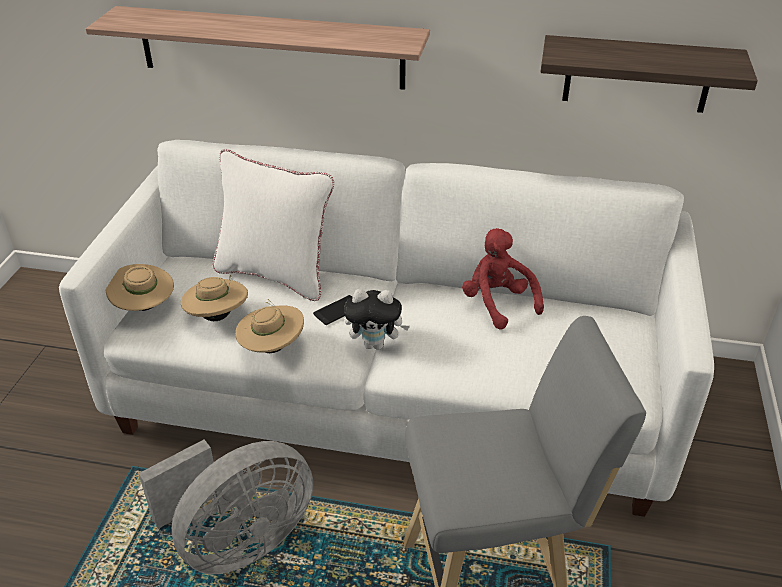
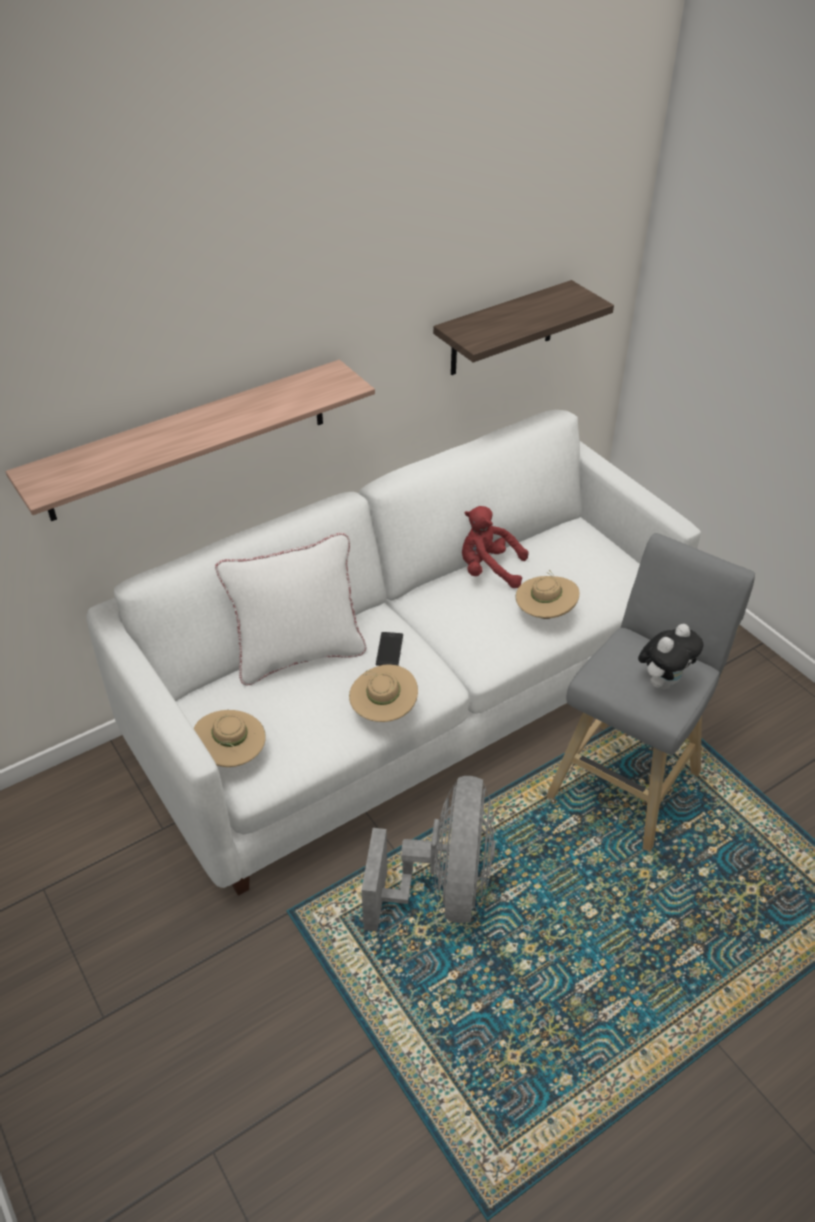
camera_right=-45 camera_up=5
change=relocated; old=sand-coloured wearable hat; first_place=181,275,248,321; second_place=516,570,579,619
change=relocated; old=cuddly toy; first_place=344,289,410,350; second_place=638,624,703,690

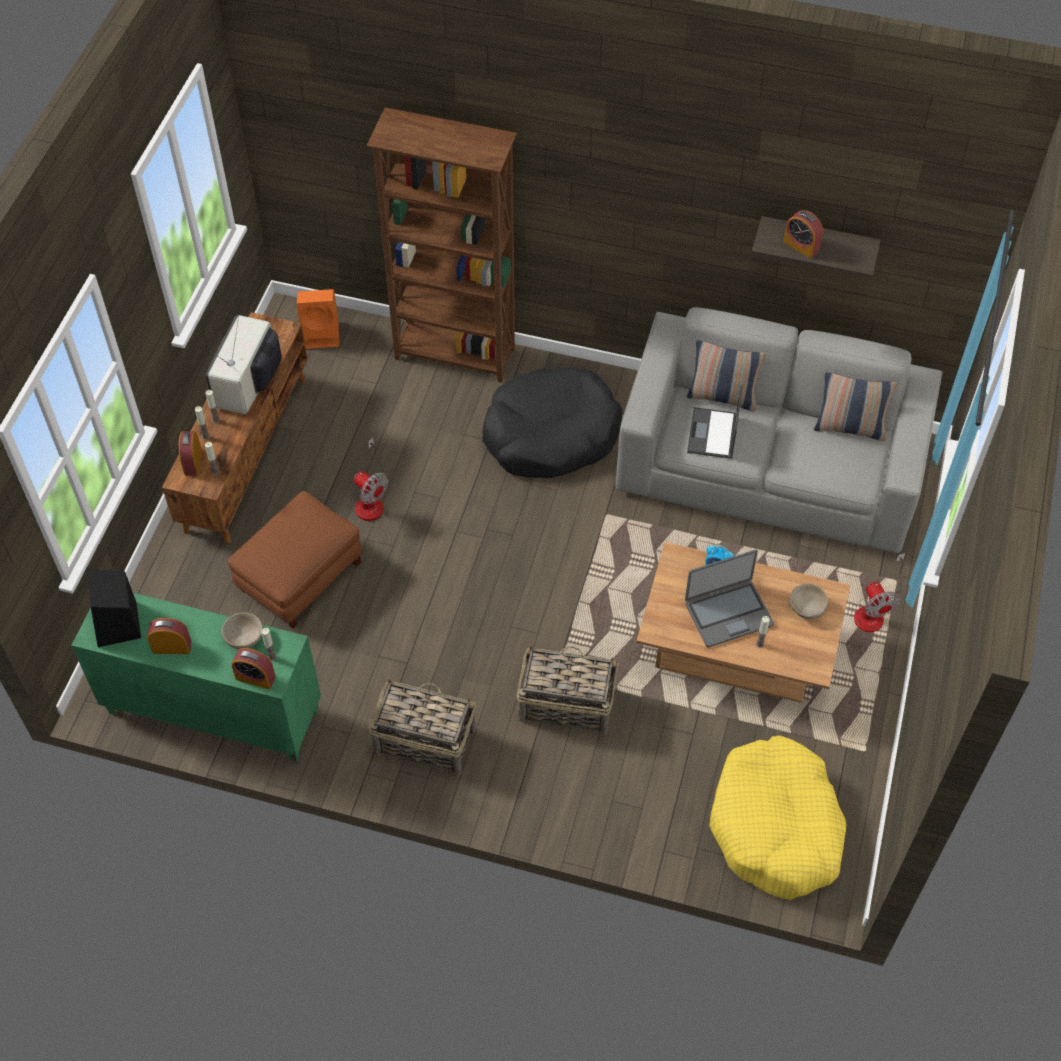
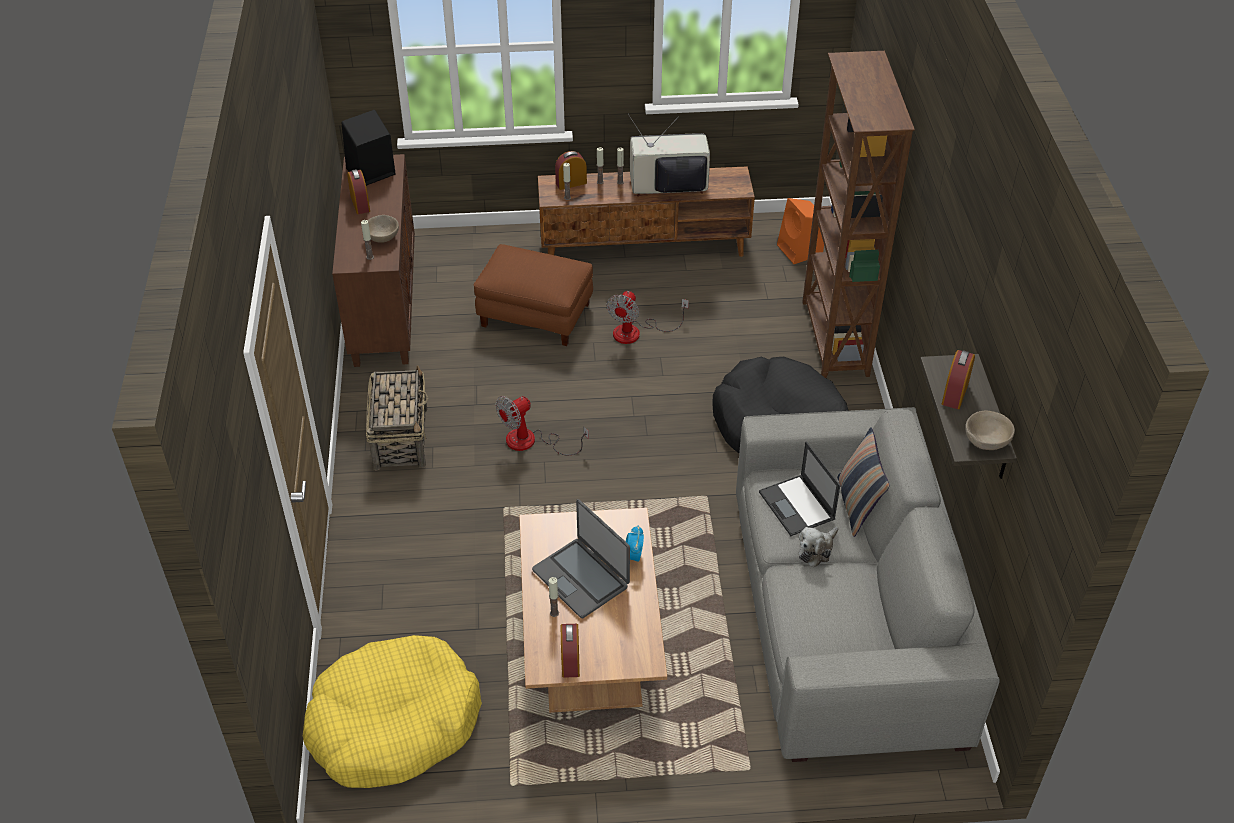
camera_right=70 camera_up=-10
change=colour; old=greenish cupboard; new=brownish cupboard; first_place=71,593,321,762; second_place=332,154,415,367
change=relocated; old=alarm clock; first_place=232,648,276,689; second_place=561,624,580,678
change=missing; old=household basket; first_place=517,645,618,735
change=spun; old=laptop; first_place=687,385,742,459; second_place=759,442,840,536; degrees=-105
change=relocated; old=sand-coloured serving bowl; first_place=790,584,828,619; second_place=965,411,1015,450
change=missing; old=throw pillow; first_place=814,372,897,441
change=relocated; old=cooling fan; first_place=854,553,905,632; second_place=496,396,589,456
change=appeared; new=cuddly toy; second_place=798,527,839,567

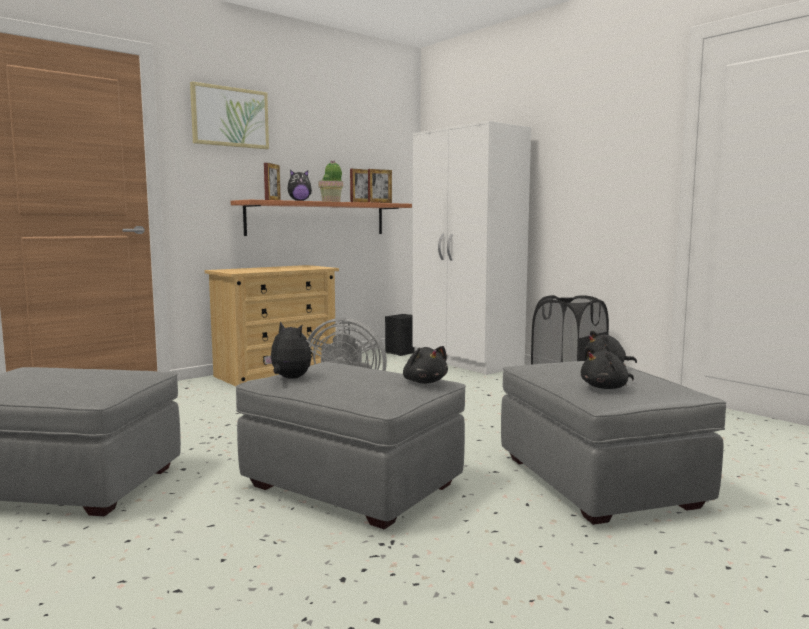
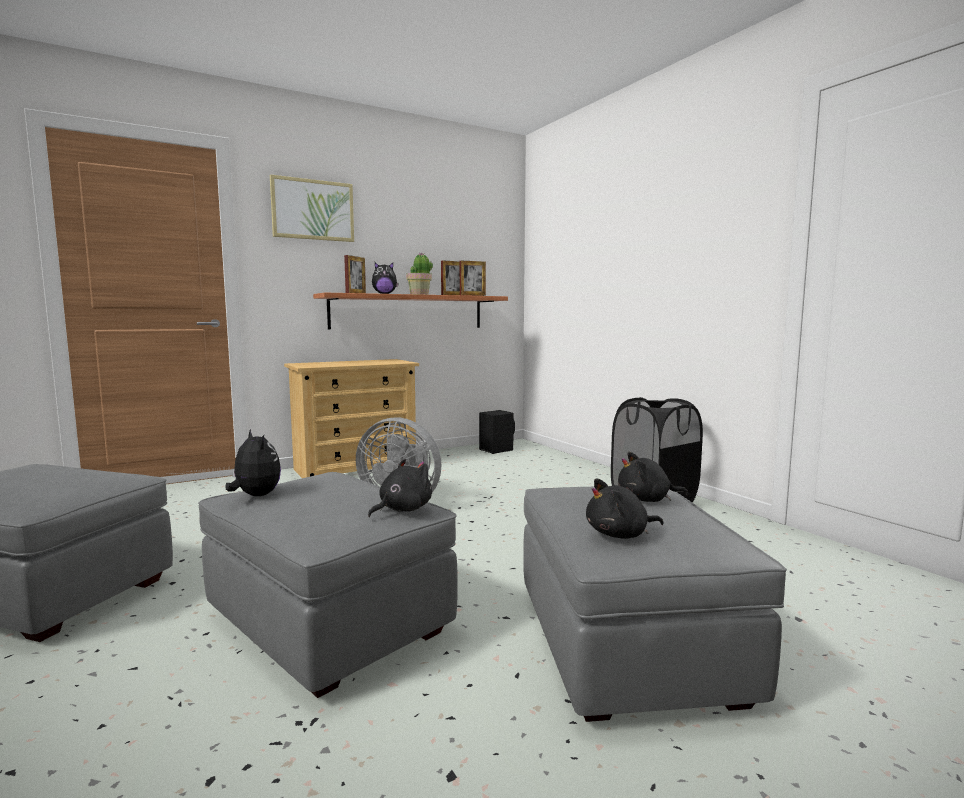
camera_right=10 camera_up=0
change=spun; old=blackish cuddly toy; first_place=403,346,448,384; second_place=368,459,432,517; degrees=-120
change=missing; old=whitish armoire; first_place=413,121,531,375

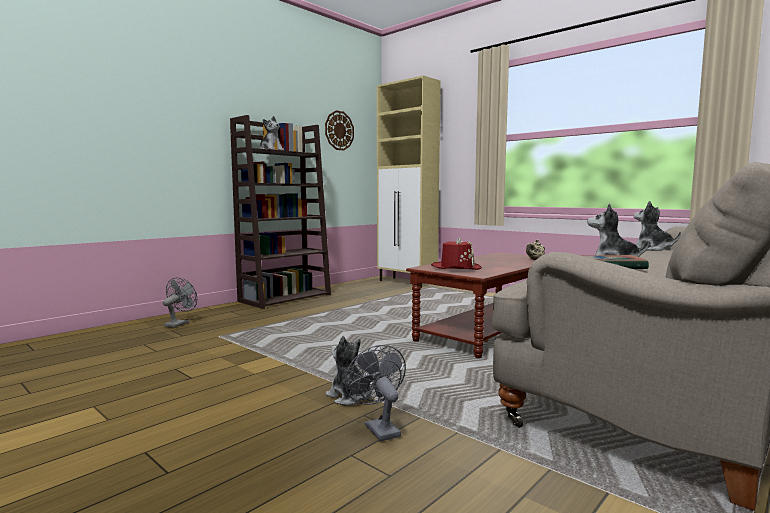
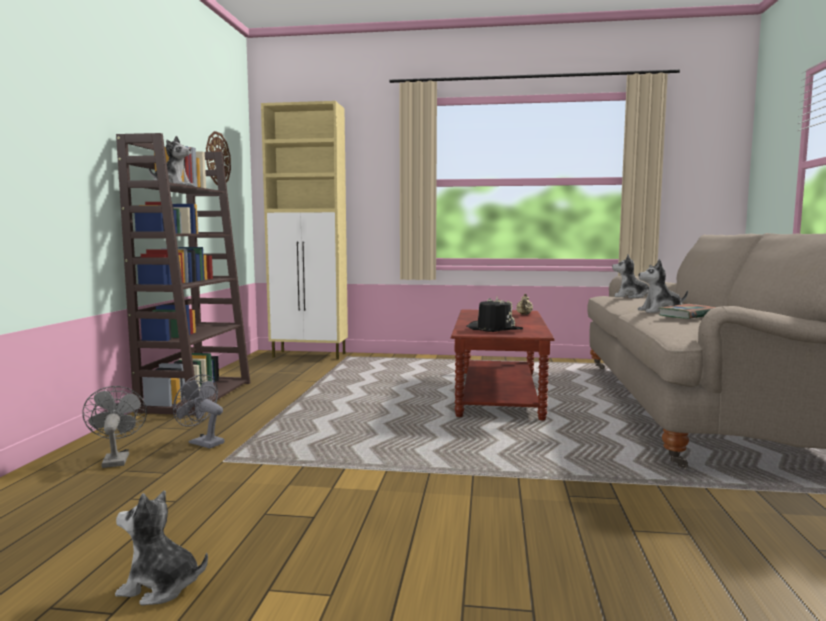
camera_right=-35 camera_up=0
change=relocated; old=cuddly toy; first_place=326,336,373,406; second_place=115,490,208,606
change=relocated; old=gray cooling fan; first_place=345,345,406,441; second_place=173,374,224,448
change=colour; old=red wearable hat; new=blackish wearable hat; first_place=431,237,482,270; second_place=466,297,523,332

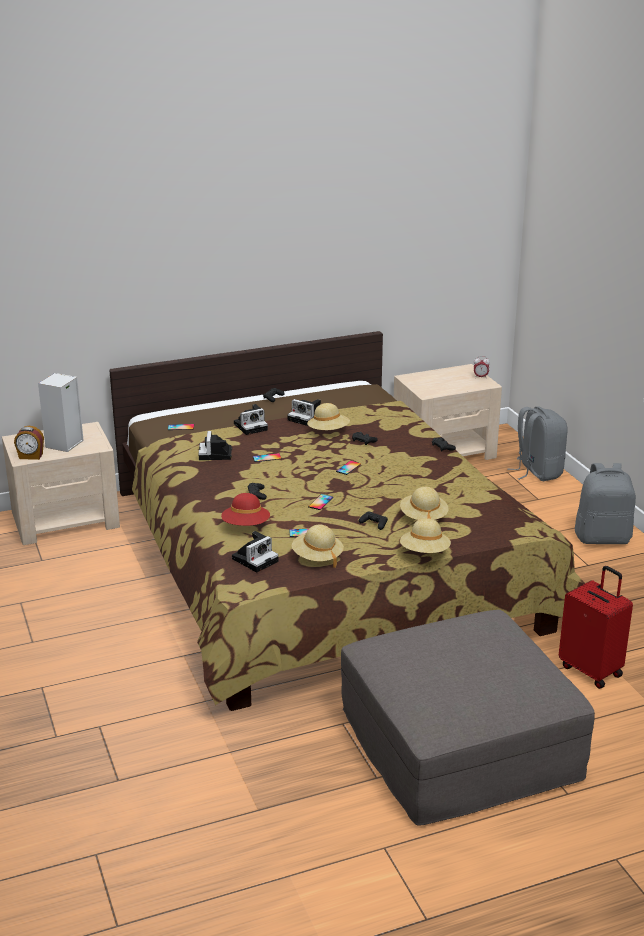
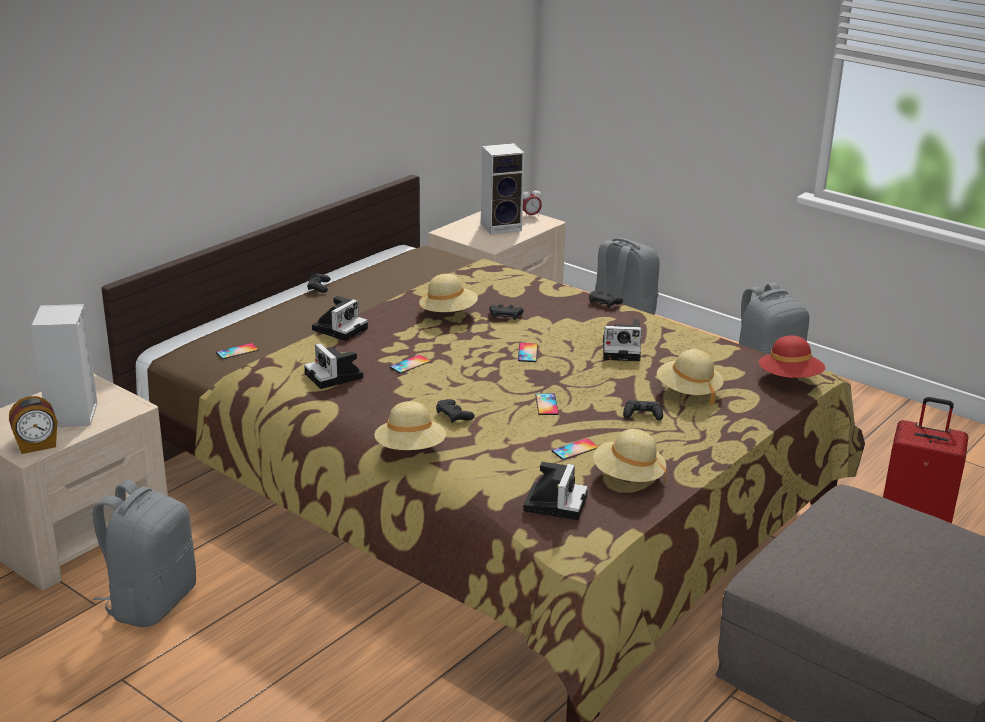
camera_right=-30 camera_up=0
change=relocated; old=red wearable hat; first_place=221,493,270,526; second_place=759,335,825,378
change=relocated; old=still camera; first_place=287,399,321,426; second_place=603,319,642,361
change=relocated; old=sand-coloured wearable hat; first_place=400,518,451,553; second_place=374,401,446,450
change=appeared; new=gray backpack; second_place=93,480,196,627
change=appeared; new=loudspeaker; second_place=481,143,524,235

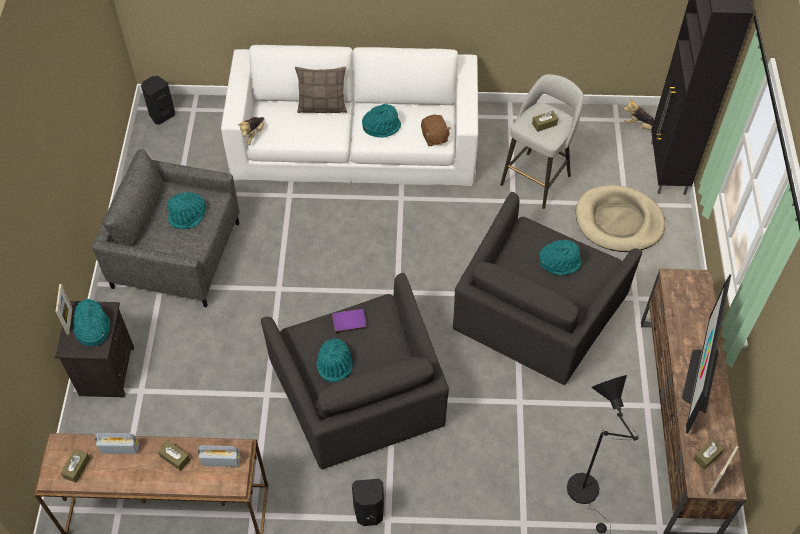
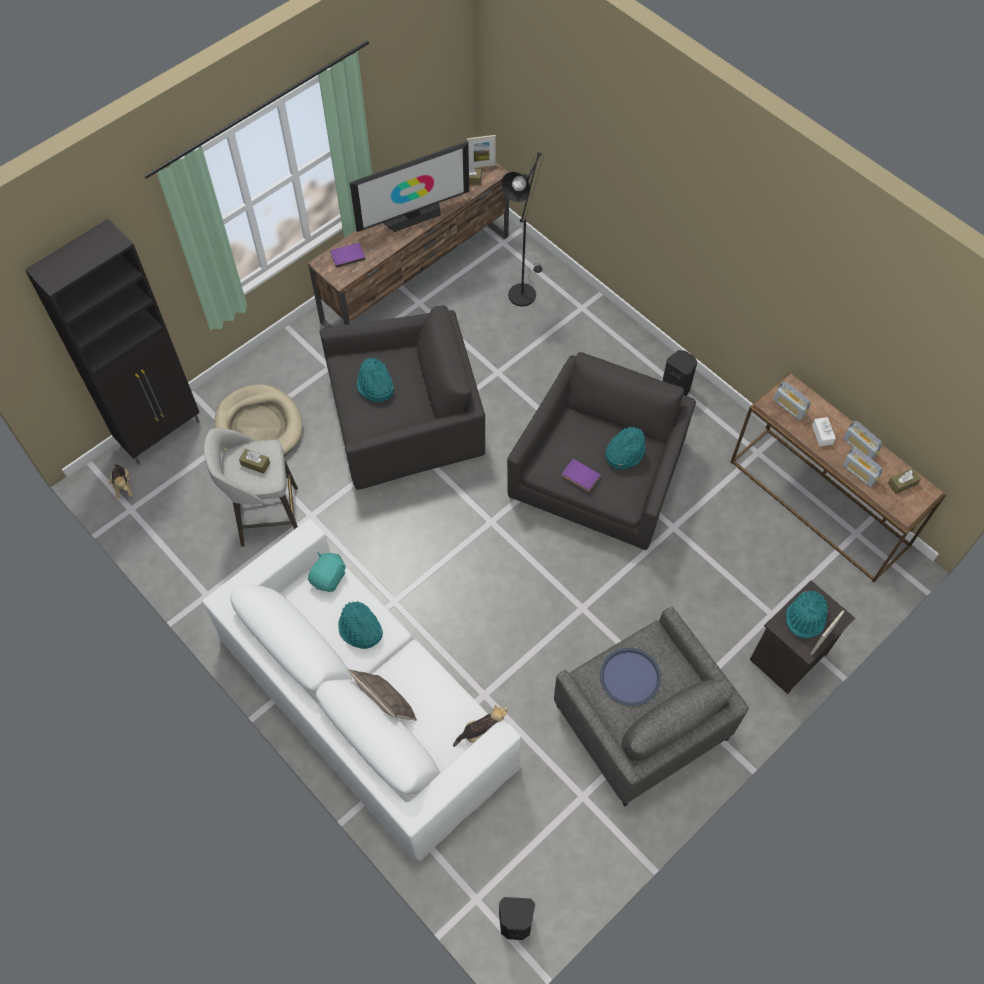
camera_right=-135 camera_up=5
change=colour; old=brownish tissue holder; new=whitish tissue holder; first_place=158,440,190,471; second_place=812,417,836,446
change=exchanged; old=blue-green wearable hat; new=blue-coloured tray; first_place=167,192,206,229; second_place=600,648,661,706
change=colour; old=brownish cuddly toy; new=blue-green cuddly toy; first_place=421,115,451,146; second_place=308,552,346,592
change=appeared; new=purple-coloured volume; second_place=330,243,366,268
change=appeared; new=radio set; second_place=843,421,882,459

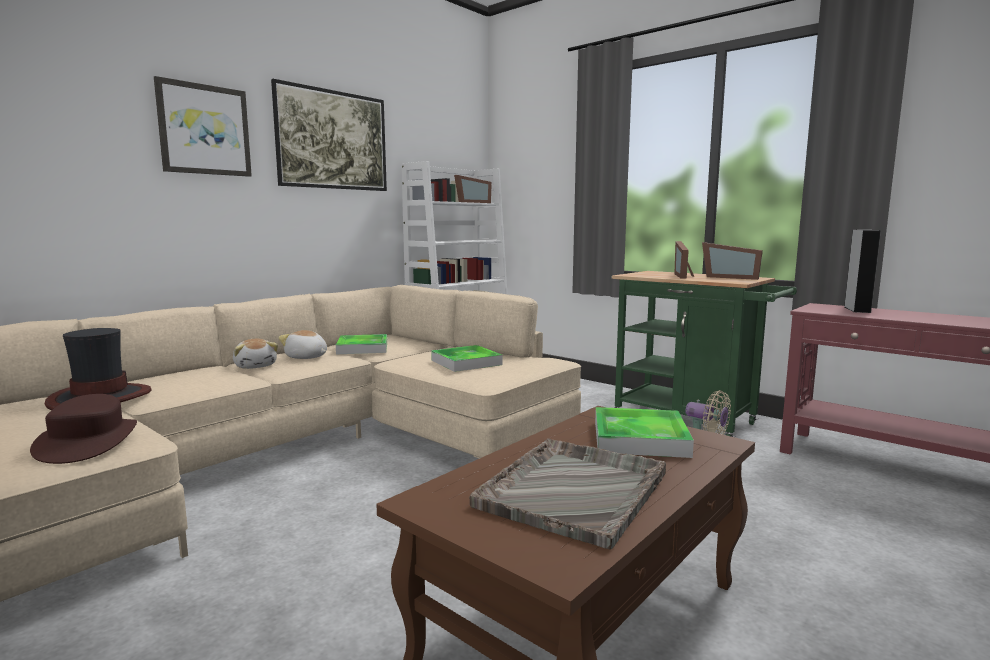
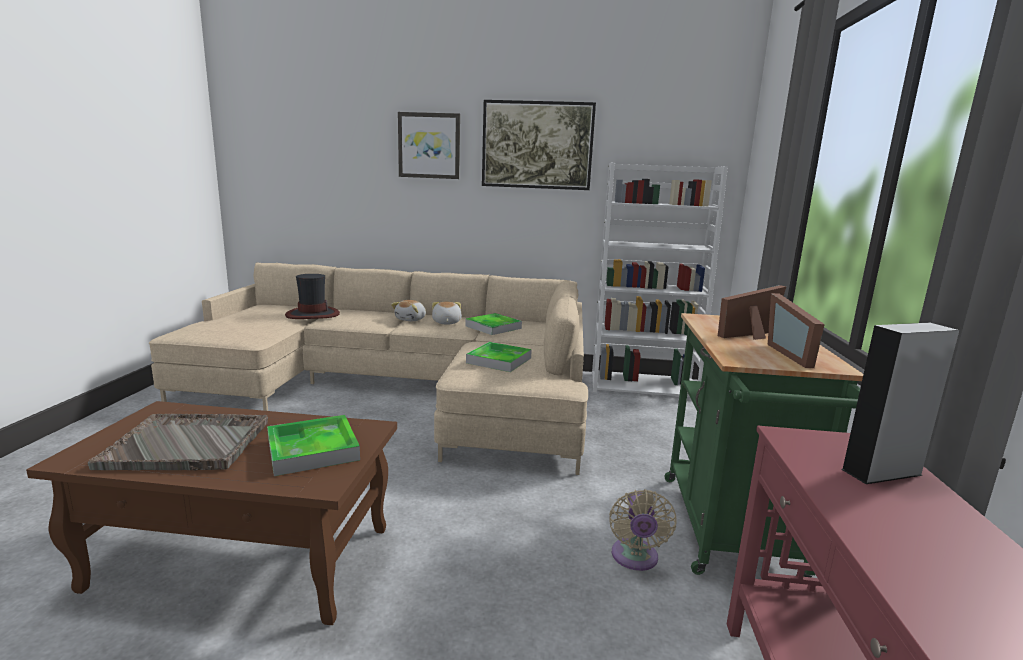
camera_right=55 camera_up=5
change=missing; old=brownish wearable hat; first_place=30,394,137,464
change=missing; old=standing frame; first_place=454,175,492,203

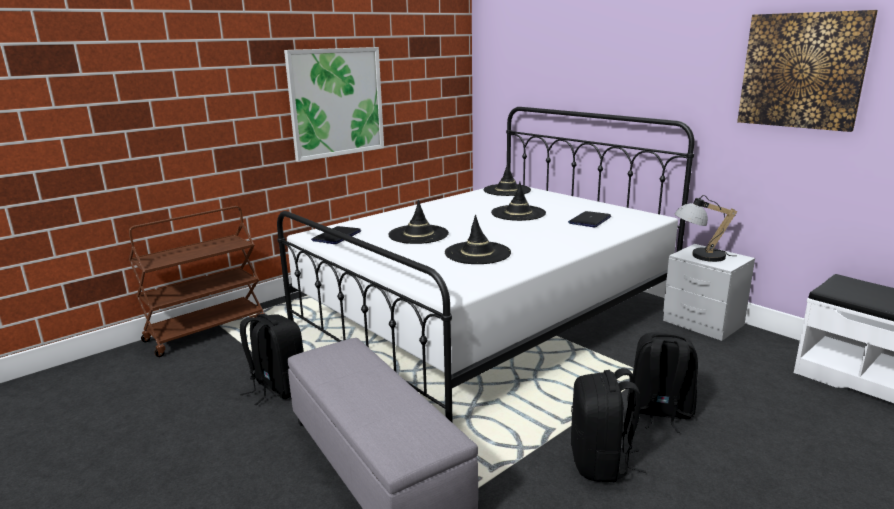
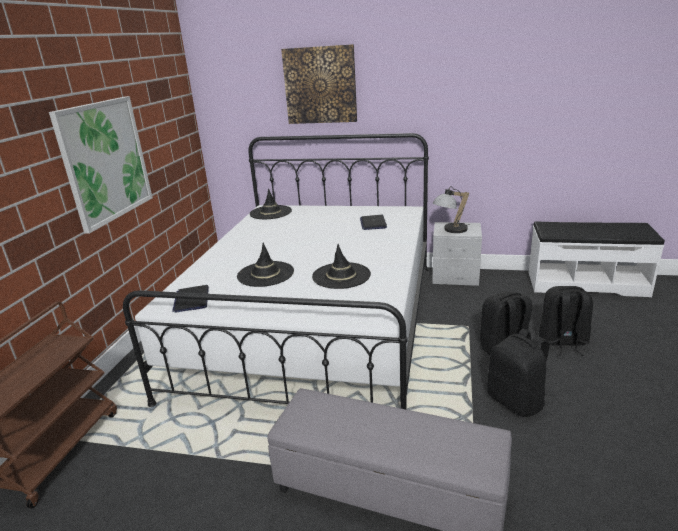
camera_right=-35 camera_up=5
change=relocated; old=blackish backpack; first_place=240,314,304,405; second_place=538,286,593,356
change=missing; old=blackish wearable hat; first_place=491,182,546,221
change=relocated; old=wall picture; first_place=737,10,878,132; second_place=281,44,357,124

